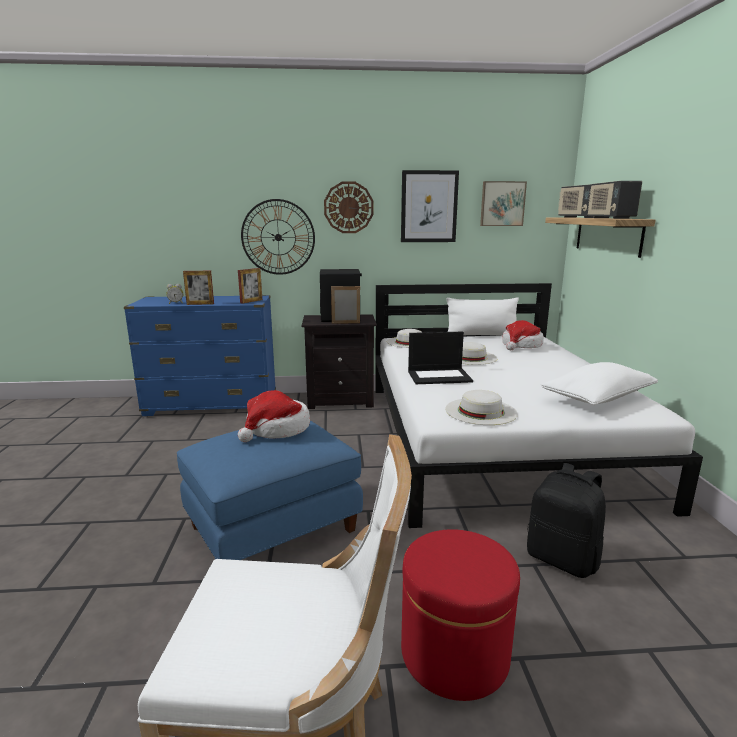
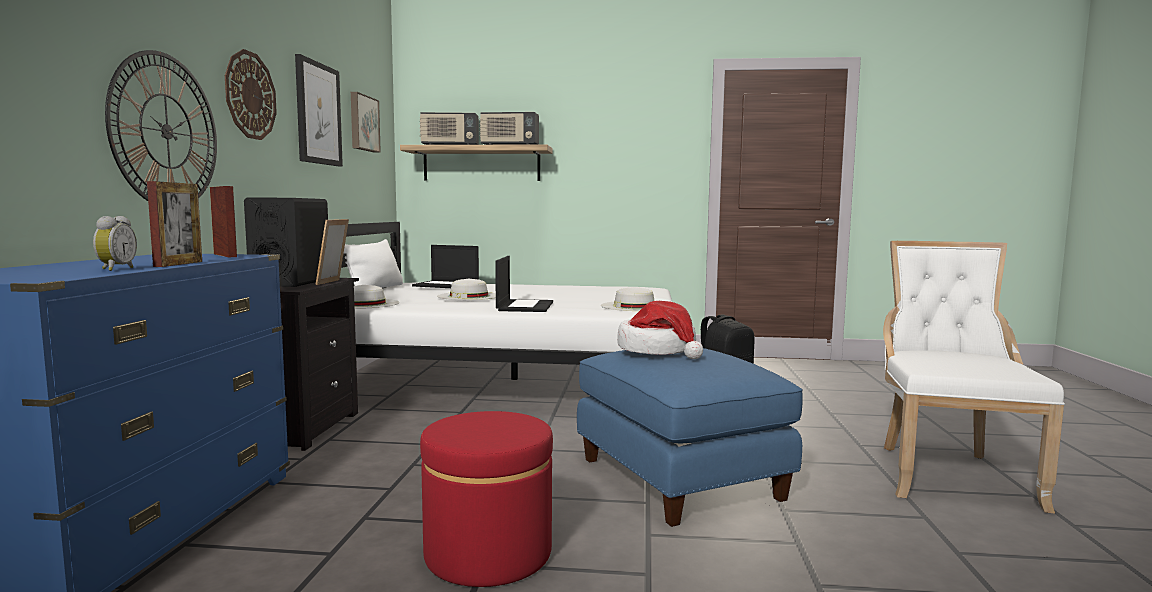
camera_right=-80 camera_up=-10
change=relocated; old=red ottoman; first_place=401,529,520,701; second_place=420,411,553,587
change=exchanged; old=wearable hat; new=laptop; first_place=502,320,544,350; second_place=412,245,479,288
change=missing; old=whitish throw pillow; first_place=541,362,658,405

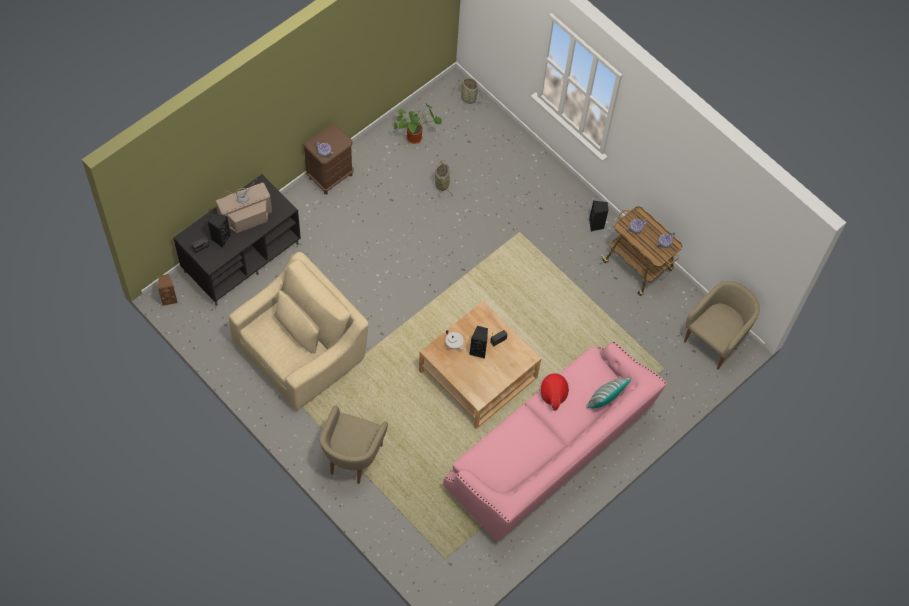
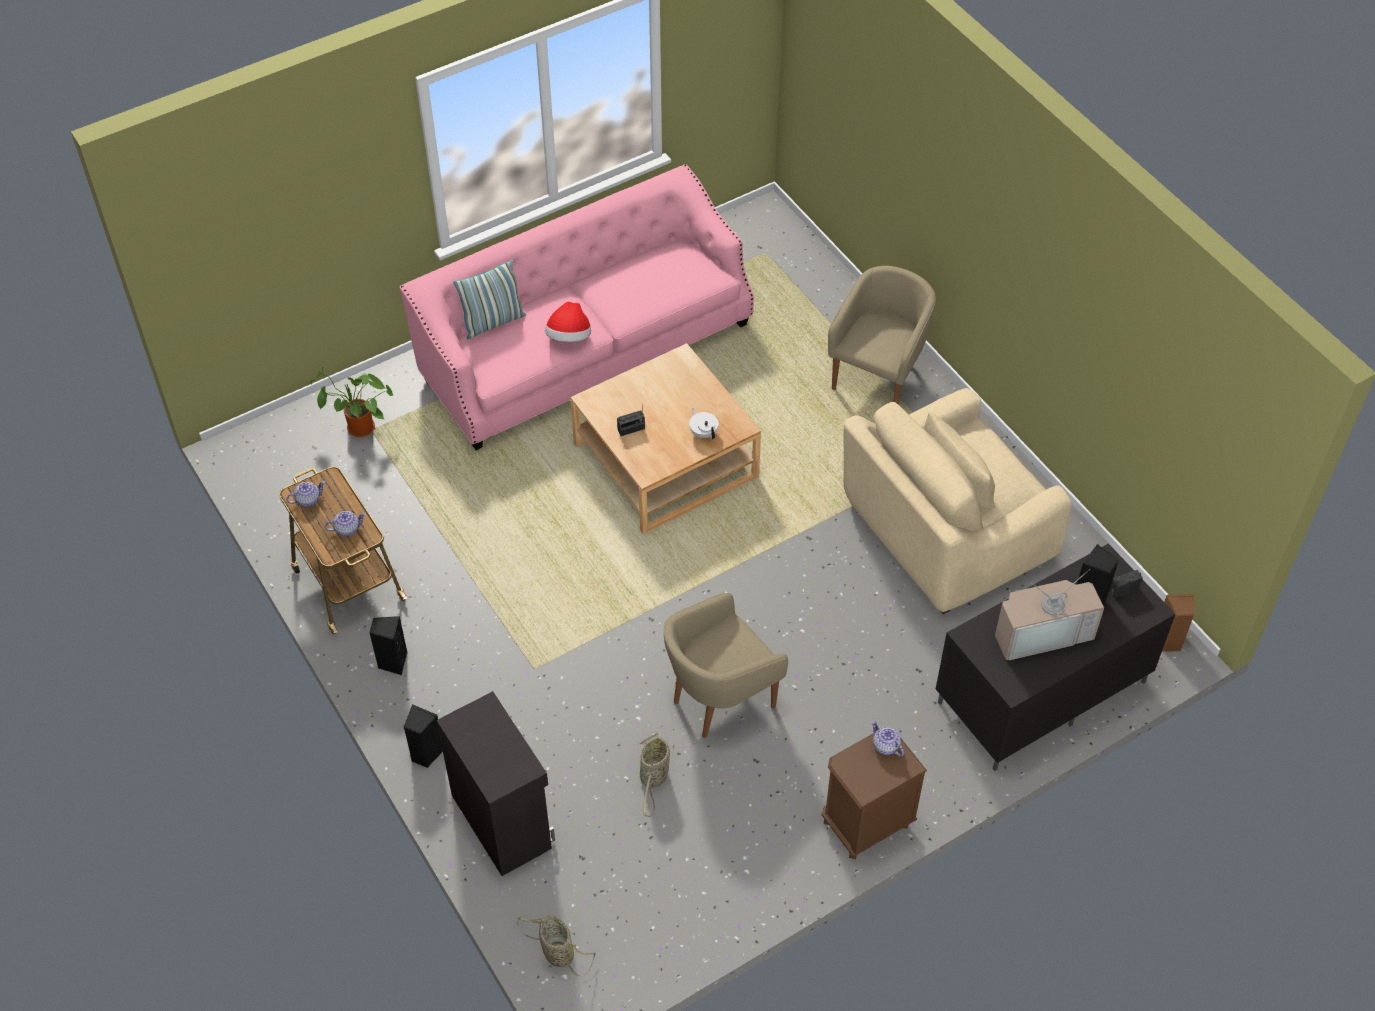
camera_right=-165 camera_up=-10
change=relocated; old=potted plant; first_place=394,104,442,144; second_place=310,366,393,437
change=relocated; old=blackish loudspeaker; first_place=469,326,488,359; second_place=404,704,443,768
change=relocated; old=sand-coloured lounge chair; first_place=684,281,760,370; second_place=664,593,788,738
change=appeared; new=blackish cupboard; second_place=436,691,555,876

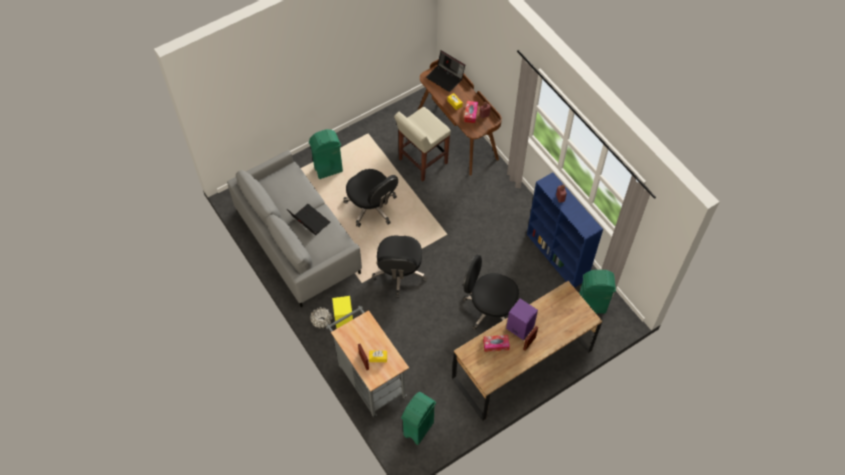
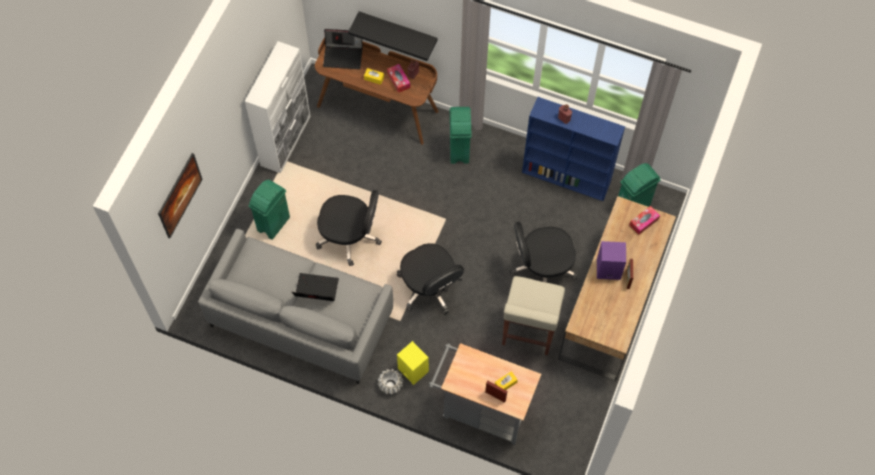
camera_right=-35 camera_up=5
change=relocated; old=sand-coloured sitting stool; first_place=394,107,451,182; second_place=502,276,565,355
change=relocated; old=greenish waste bin; first_place=401,392,436,445; second_place=450,107,472,164
change=relocated; old=tissue holder; first_place=483,335,510,352; second_place=629,206,660,235
change=appeared; new=wall picture; second_place=158,153,203,238
change=appeared; new=whitish cupboard; second_place=245,41,311,173
change=appeared; new=blackish wall shelf; second_place=348,11,438,61

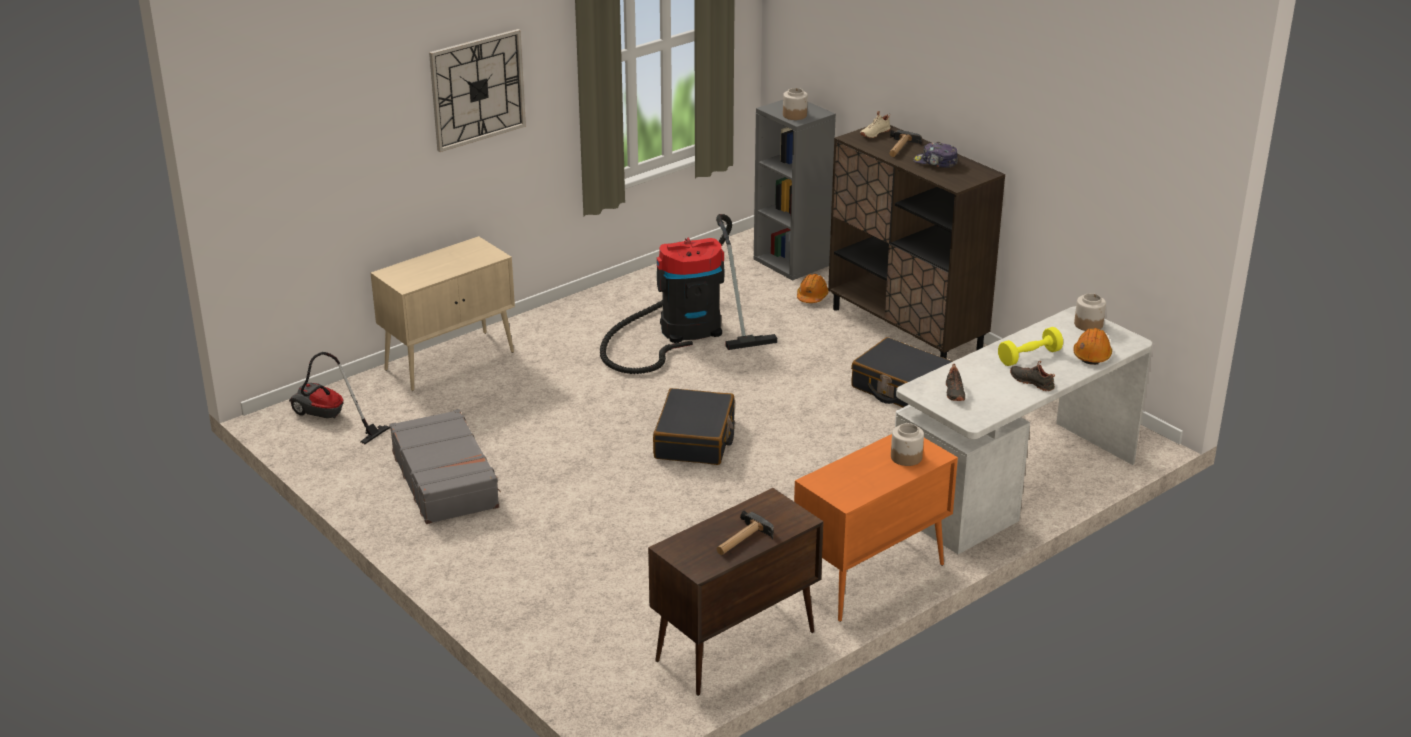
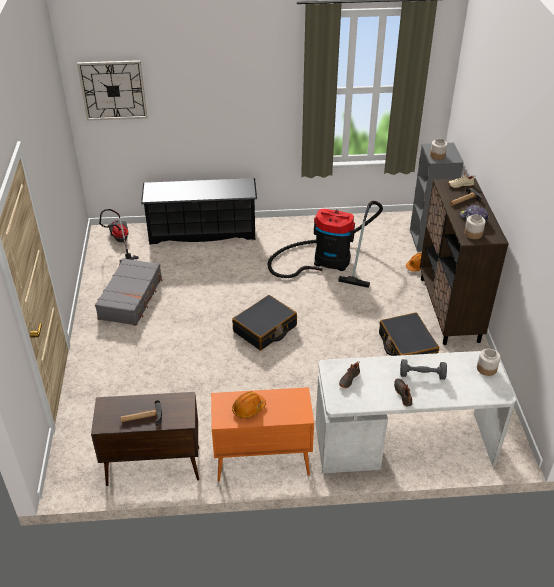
camera_right=35 camera_up=10
change=exchanged; old=sand-coloured cupboard; new=blackish shoe rack; first_place=371,236,515,391; second_place=141,178,257,244
change=relocated; old=hanging clock; first_place=429,29,526,152; second_place=77,60,147,121
change=relocated; old=storage jar; first_place=891,423,924,466; second_place=464,214,486,239
change=colour; old=yellow-coloured dumbbell; new=gray dumbbell; first_place=998,327,1063,366; second_place=400,359,447,380
change=relocated; old=orange work helmet; first_place=1073,328,1112,365; second_place=232,391,266,418

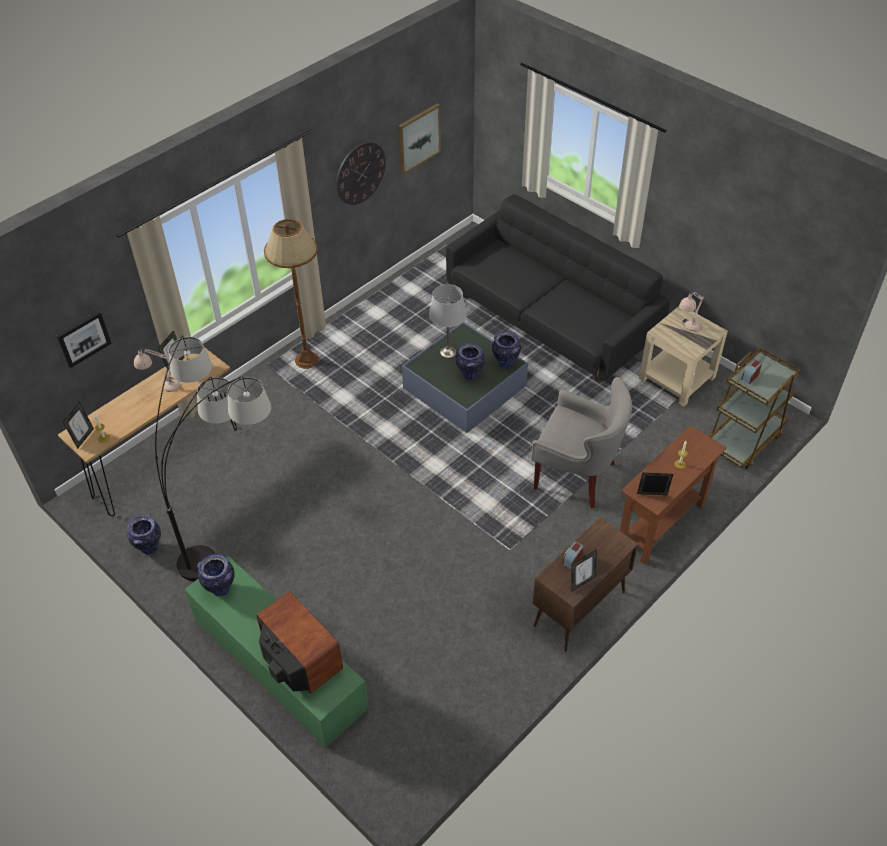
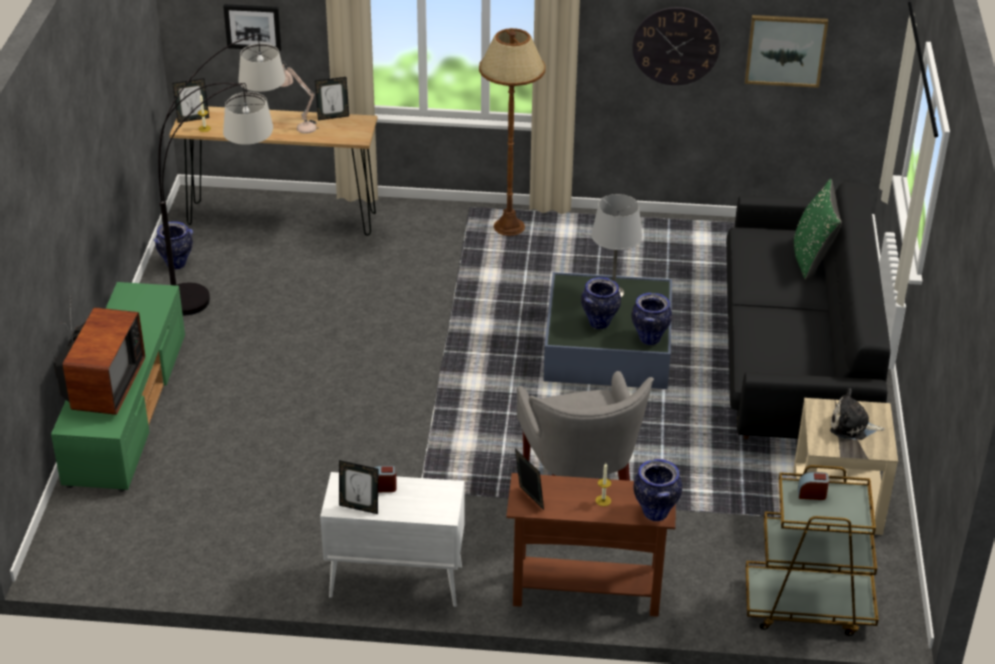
camera_right=50 camera_up=-10
change=relocated; old=decorative vase; first_place=197,554,235,596; second_place=634,459,682,521
change=colour; old=brownish cupboard; new=whitish cupboard; first_place=533,518,638,652; second_place=320,472,465,607
change=exchanged; old=sand-coloured table lamp; new=cuddly toy; first_place=679,291,704,331; second_place=830,388,885,440
change=appeared; new=greenish throw pillow; second_place=794,179,842,280

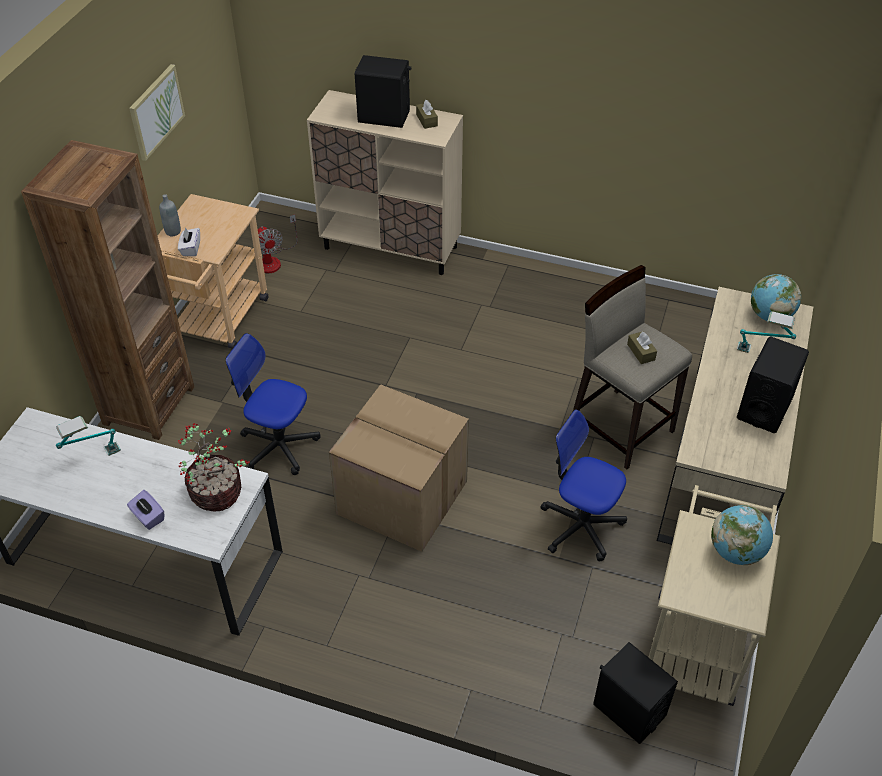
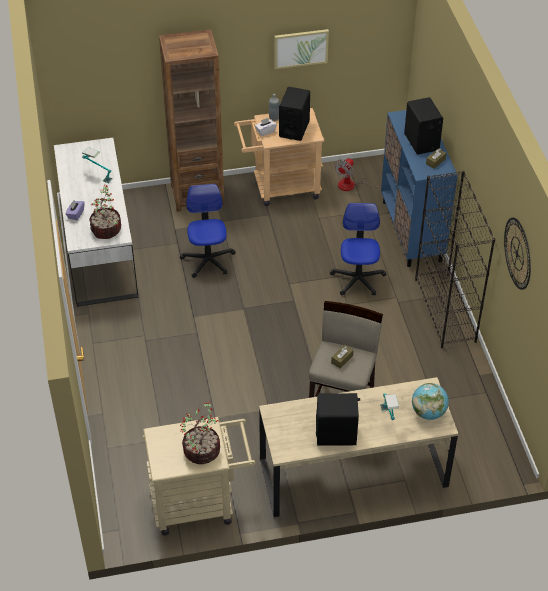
camera_right=60 camera_up=0
change=colour; old=sand-coloured cupboard; new=blue-coloured cupboard; first_place=307,90,463,275; second_place=381,110,458,267
change=missing; old=packing box; first_place=329,384,469,552
change=relocated; old=office chair; first_place=540,409,627,561; second_place=330,203,387,296
change=relocated; old=blackish loudspeaker; first_place=593,642,678,744; second_place=279,87,310,141
change=exchanged; old=globe; new=potted plant; first_place=711,505,773,565; second_place=180,402,220,464
change=appeared; new=blackish bookshelf; second_place=415,171,495,348
change=appeared; new=hanging clock; second_place=504,218,531,290

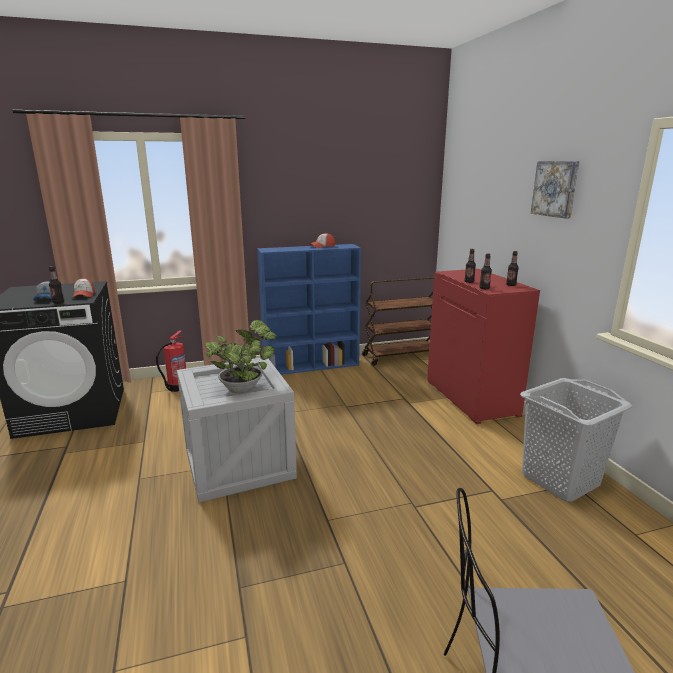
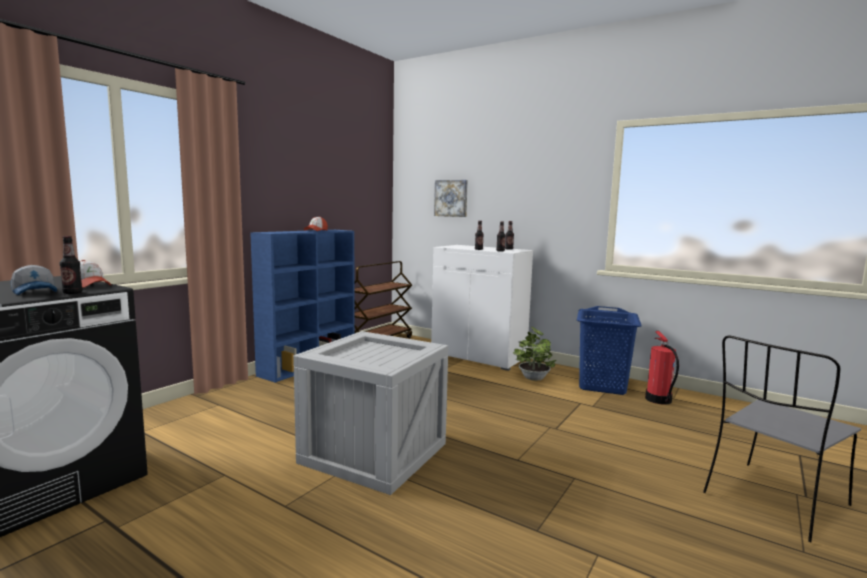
camera_right=-40 camera_up=-10
change=relocated; old=fire-fighting cylinder; first_place=156,330,186,392; second_place=645,331,679,405
change=relocated; old=potted plant; first_place=205,320,277,393; second_place=513,327,556,381
change=colour; old=red cupboard; new=whitish cupboard; first_place=427,269,540,424; second_place=431,245,533,371
change=colour; old=gray washing basket; new=blue-coloured washing basket; first_place=520,378,633,502; second_place=577,306,642,395
change=relocated; old=wall picture; first_place=531,161,580,218; second_place=434,180,468,217

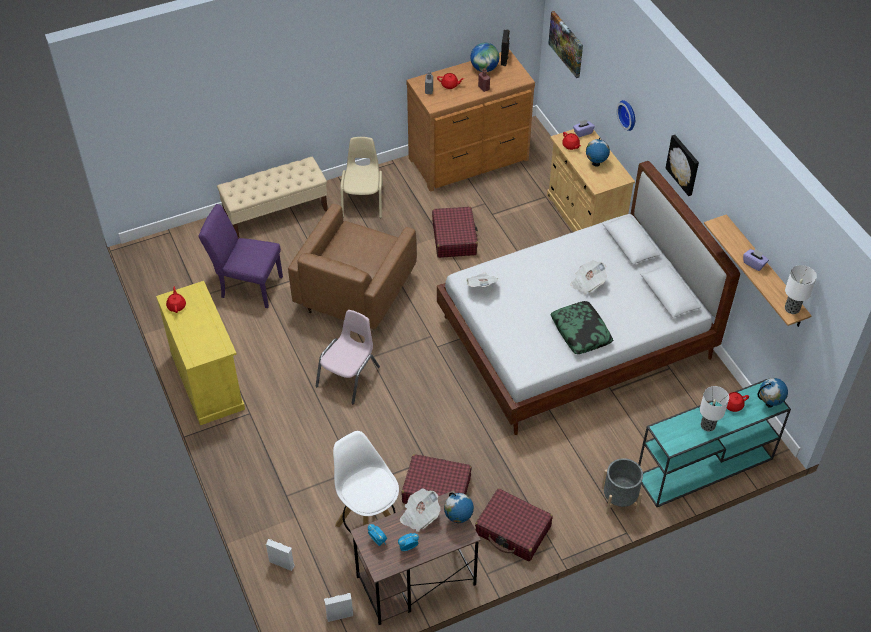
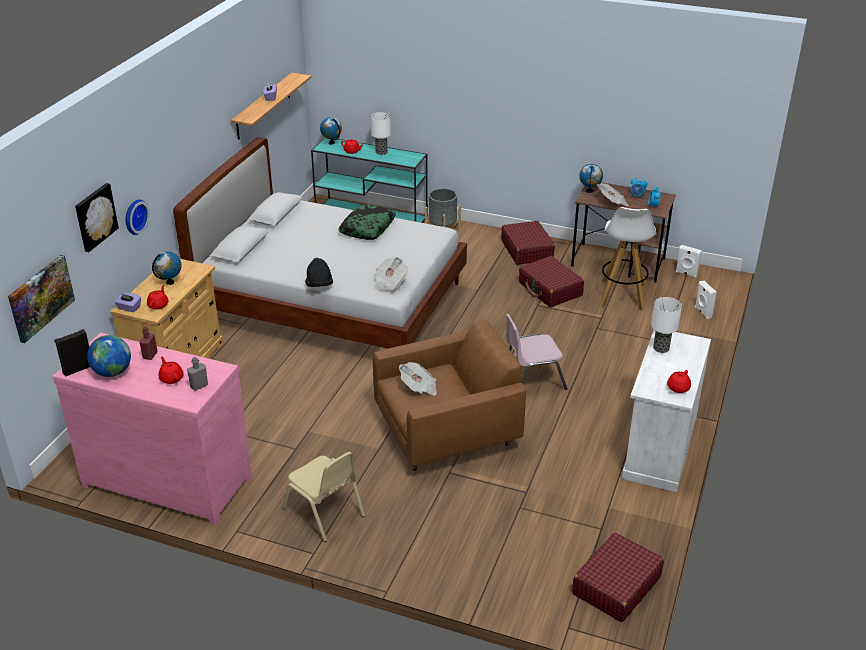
camera_right=-135 camera_up=-15
change=colour; old=yellow-coloured cupboard; new=whitish cupboard; first_place=156,281,245,425; second_place=622,330,711,492
change=missing; old=purple-coloured plain chair; first_place=199,204,283,308
change=missing; old=sand-coloured long seat; first_place=217,157,327,238
change=spun; old=sand-coloured plain chair; first_place=340,137,383,218; second_place=282,452,365,542; degrees=-90
change=colour; old=brownish chest of drawers; new=pink-coloured chest of drawers; first_place=406,50,535,192; second_place=53,333,252,526
change=relocated; old=red suitcase; first_place=432,206,478,258; second_place=572,532,664,622
change=relocated; old=printed paper; first_place=570,260,607,295; second_place=399,362,437,395
change=relocated; old=wall picture; first_place=666,135,699,196; second_place=75,183,119,252
change=relocated; old=table lamp; first_place=785,265,817,314; second_place=651,297,682,353
change=appeared; new=blackish wearable hat; second_place=305,258,333,287

